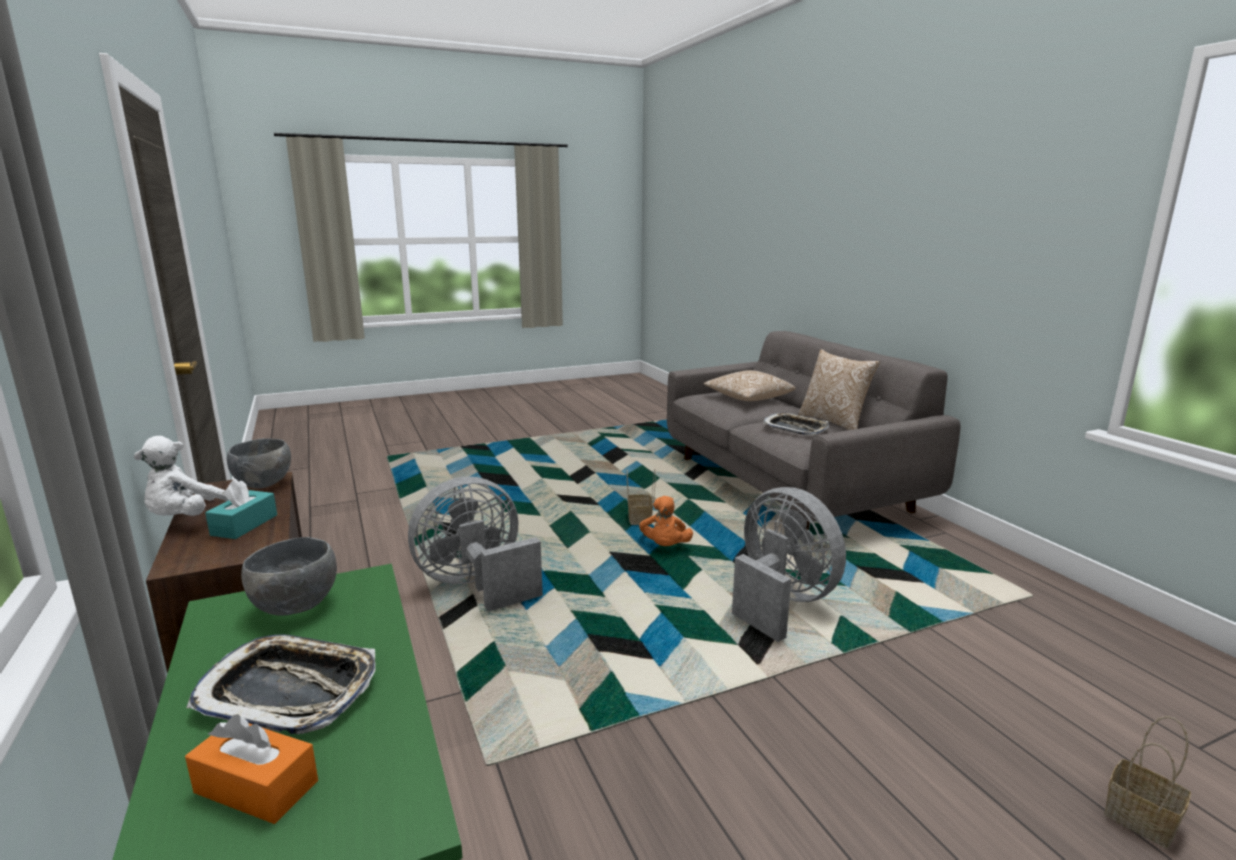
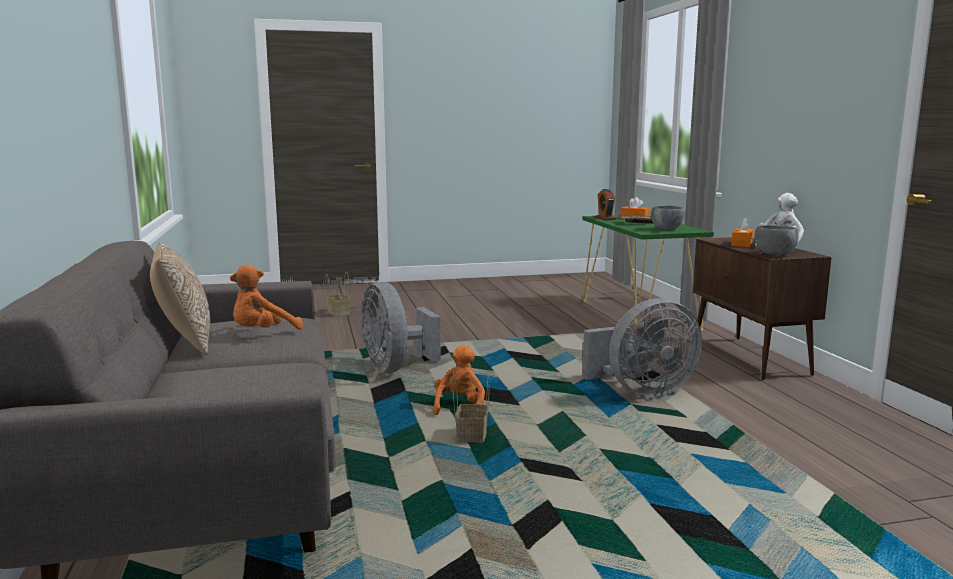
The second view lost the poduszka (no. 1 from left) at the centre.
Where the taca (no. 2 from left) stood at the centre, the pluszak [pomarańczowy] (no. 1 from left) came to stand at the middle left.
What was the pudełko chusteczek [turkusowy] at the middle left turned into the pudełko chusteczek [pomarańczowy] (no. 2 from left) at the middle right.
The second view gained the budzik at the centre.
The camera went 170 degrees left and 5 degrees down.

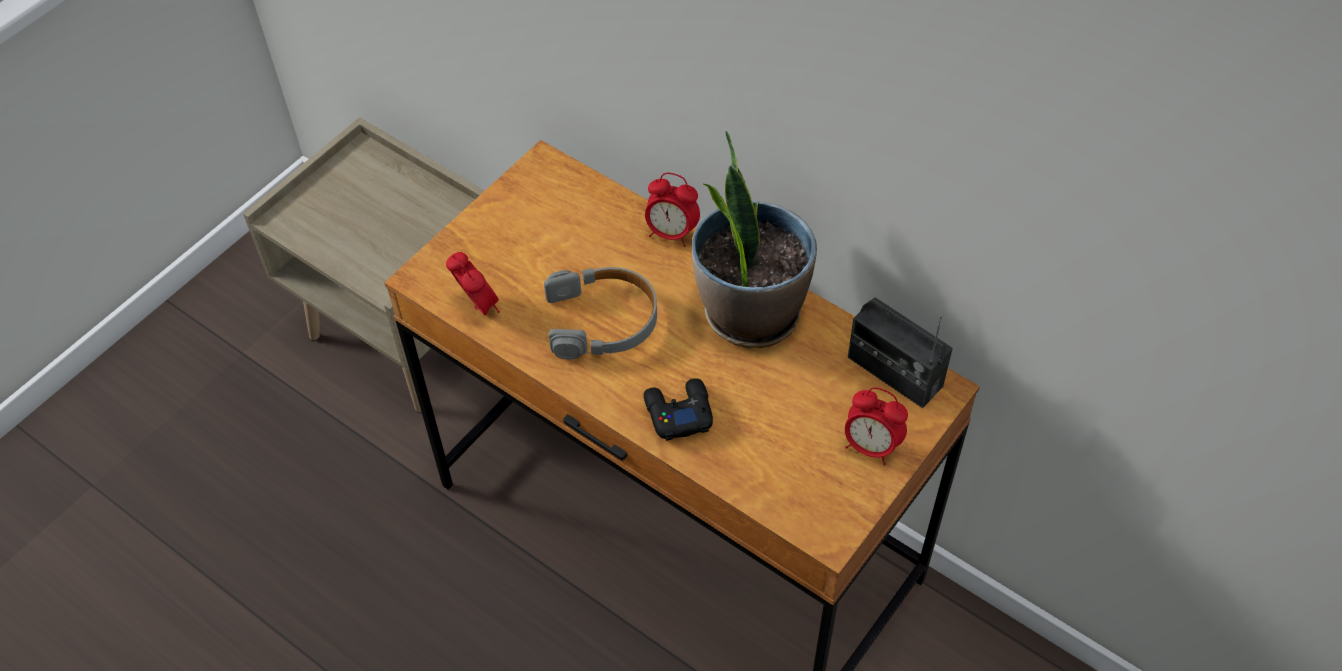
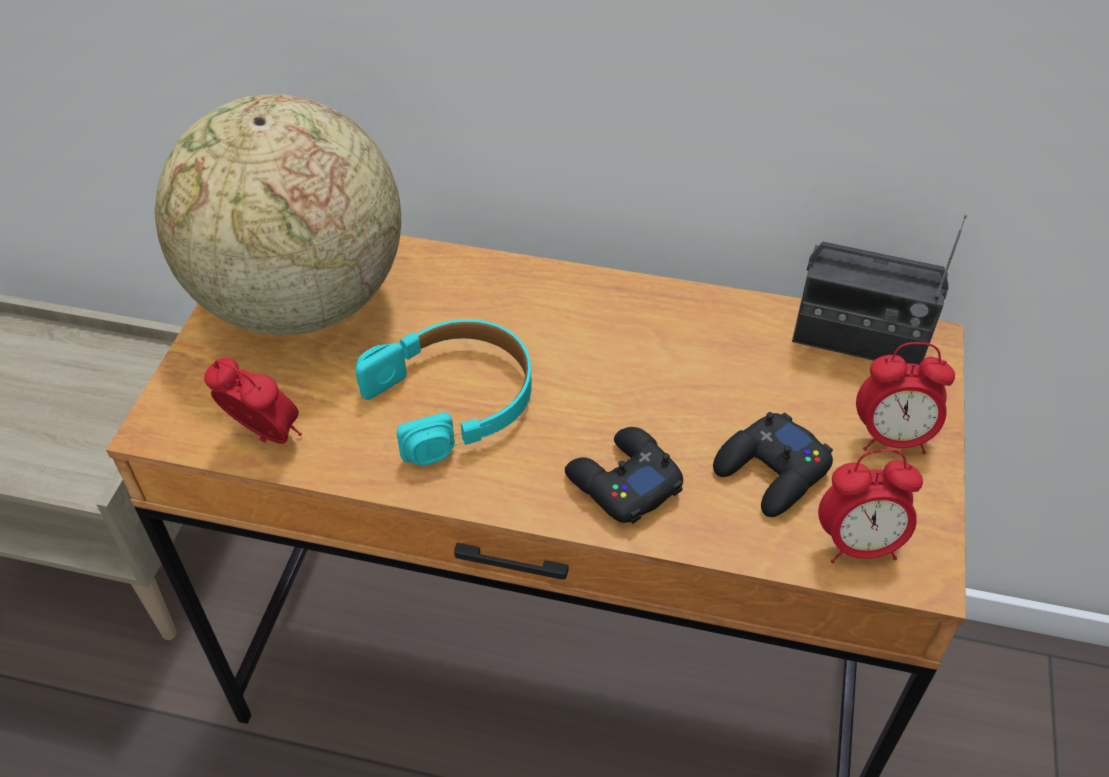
The second view lost the roślina doniczkowa at the centre.
The budzik (no. 2 from left) ended up elsewhere, having gone from the top centre to the middle right.
What was the słuchawki [szary] at the centre turned into the słuchawki [turkusowy] at the centre.
The second view gained the globus at the top left.
The second view gained the pad do gier [czarny] (no. 2 from left) at the middle right.
The camera went 25 degrees left and 5 degrees down.

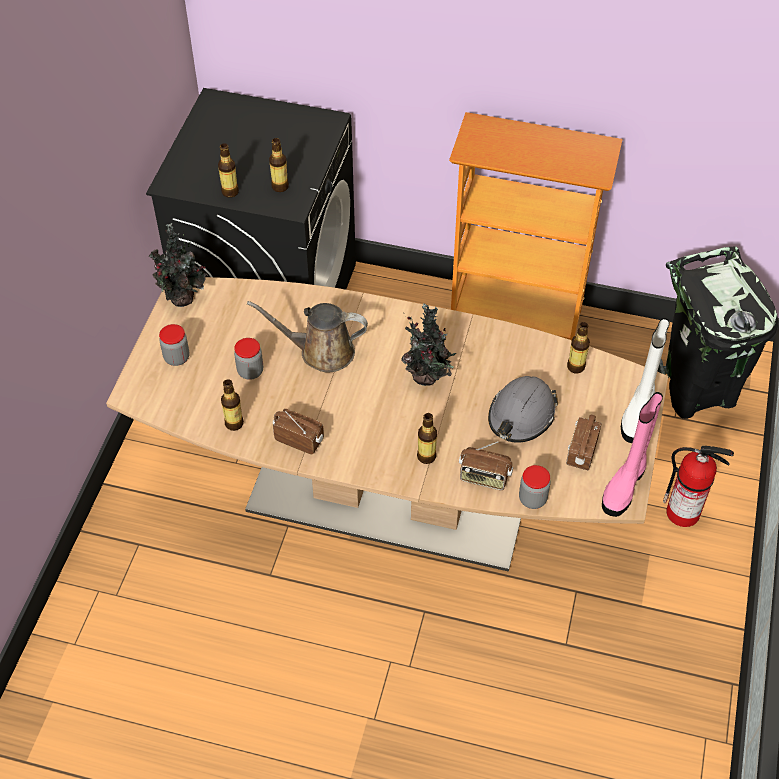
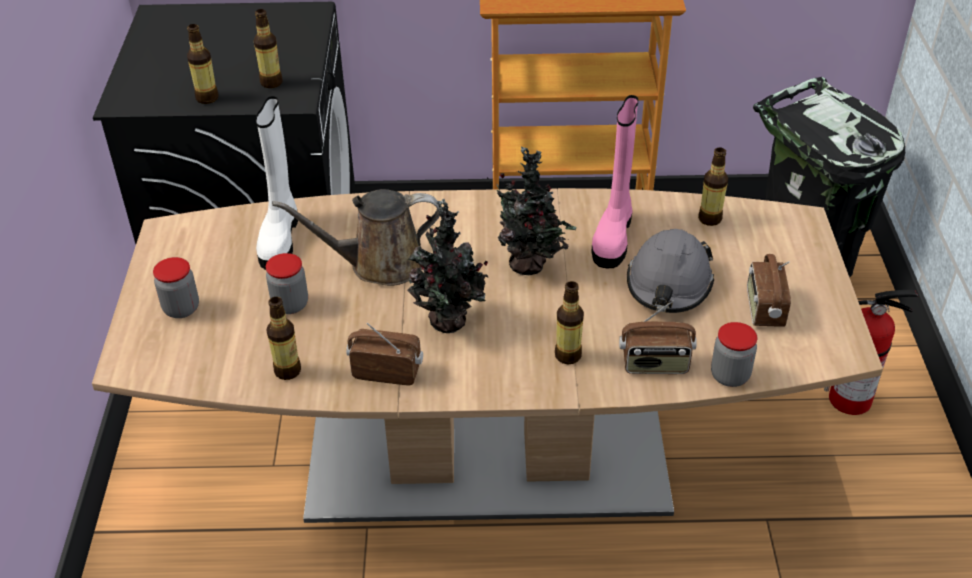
The roślina doniczkowa (no. 1 from left) ended up elsewhere, having gone from the middle left to the centre.
The but z cholewką [biały] ended up elsewhere, having gone from the middle right to the top left.
The but z cholewką [różowy] ended up elsewhere, having gone from the middle right to the top centre.
The camera went 15 degrees left and 10 degrees down.

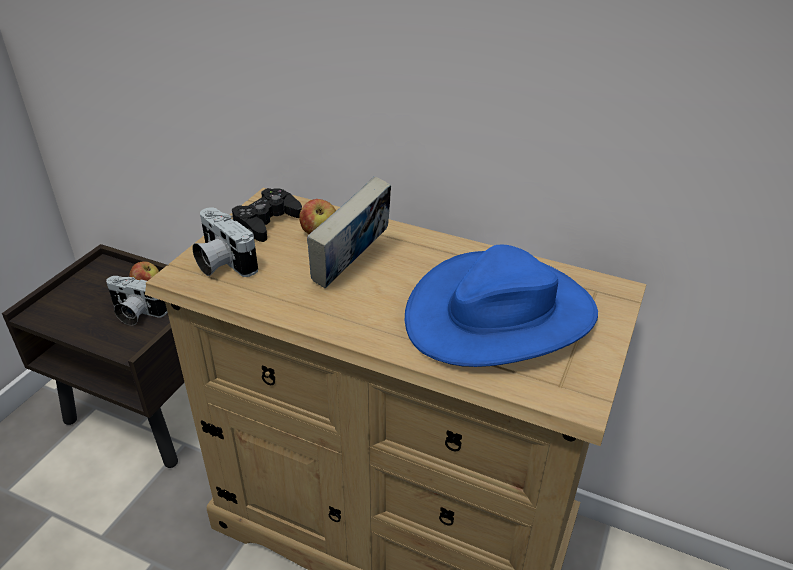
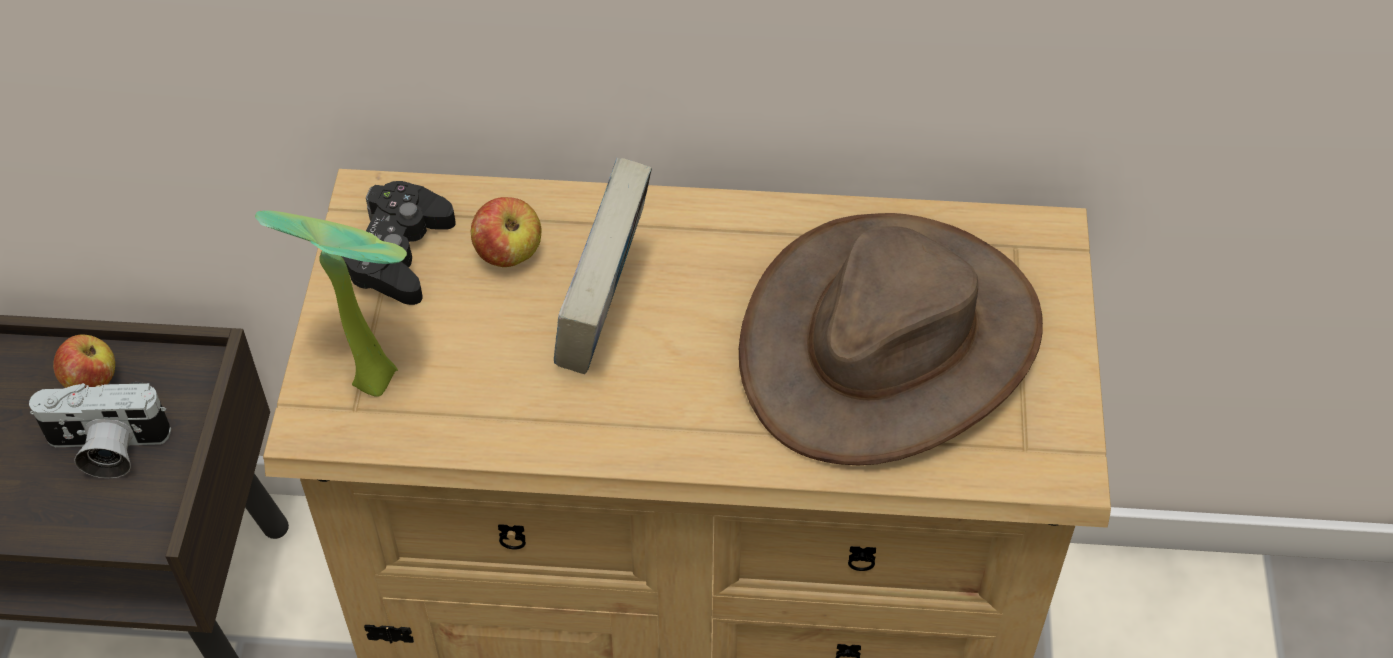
Where the aparat fotograficzny (no. 2 from left) stood at the middle left, the roślina doniczkowa came to stand at the middle left.
What was the kapelusz [niebieski] at the centre turned into the kapelusz [brązowy] at the centre.
The camera went 20 degrees left and 15 degrees up.

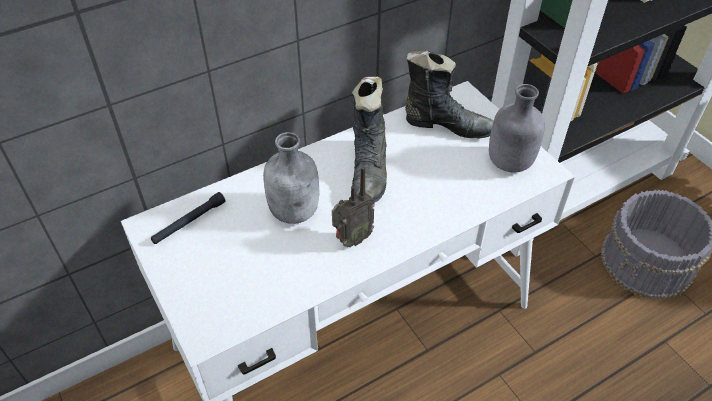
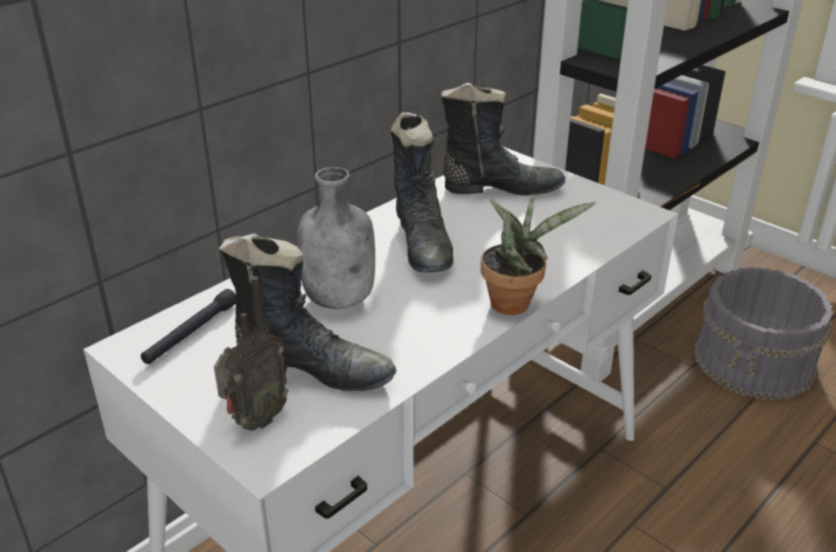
The second view lost the butelka [szary] (no. 2 from left) at the top right.
The radio ended up elsewhere, having gone from the centre to the middle left.
The second view gained the roślina doniczkowa at the centre.
The second view gained the but z cholewką [czarny] (no. 1 from left) at the centre.
The camera went 15 degrees left and 15 degrees down.

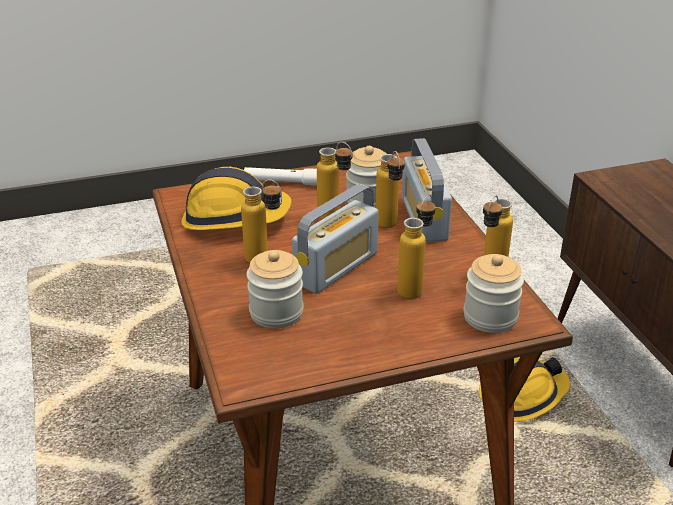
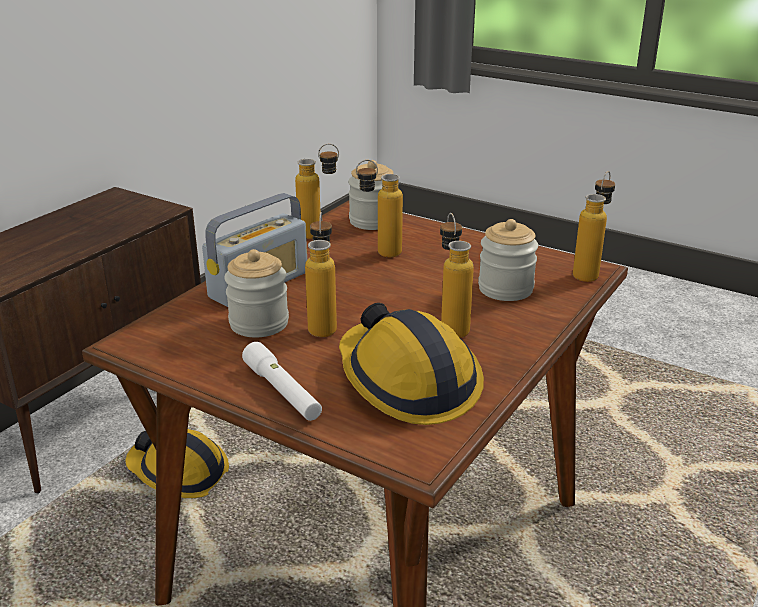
The butelka (no. 3 from left in the first image) ended up elsewhere, having gone from the centre to the middle right.
The second view lost the radio (no. 1 from left) at the centre.
The camera went 130 degrees left and 5 degrees down.

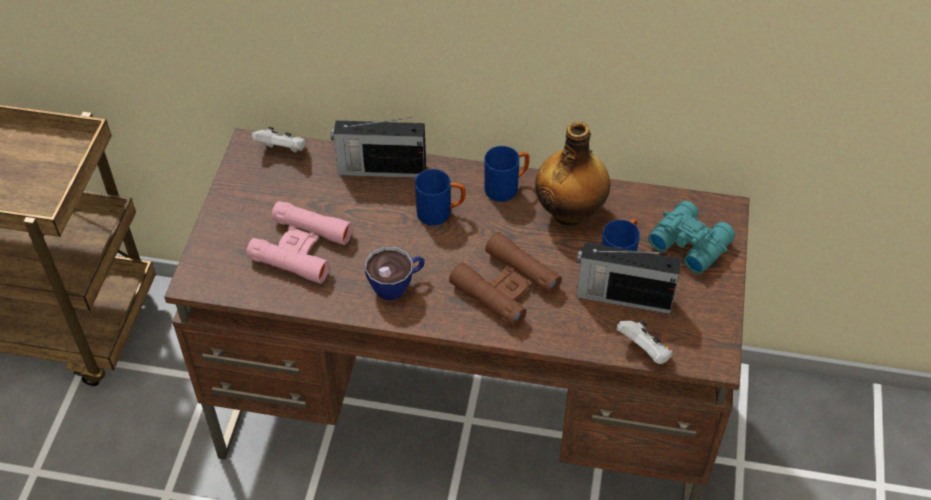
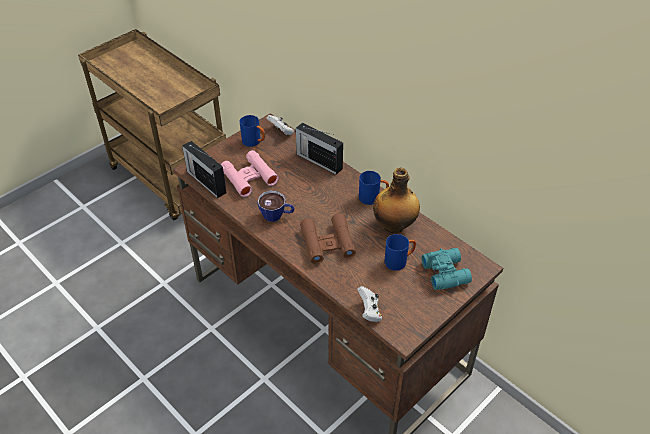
The kubek [niebieski] (no. 1 from left) ended up elsewhere, having gone from the centre to the top centre.
The radio (no. 2 from left in the first image) ended up elsewhere, having gone from the middle right to the middle left.
The camera went 35 degrees right and 5 degrees down.

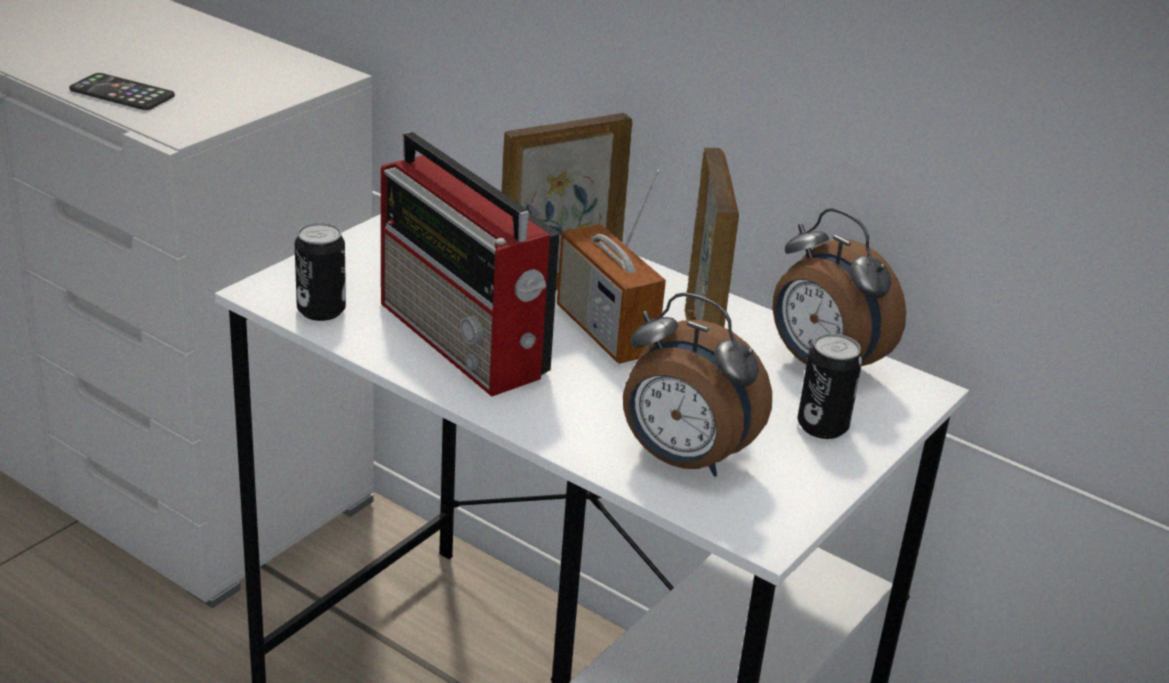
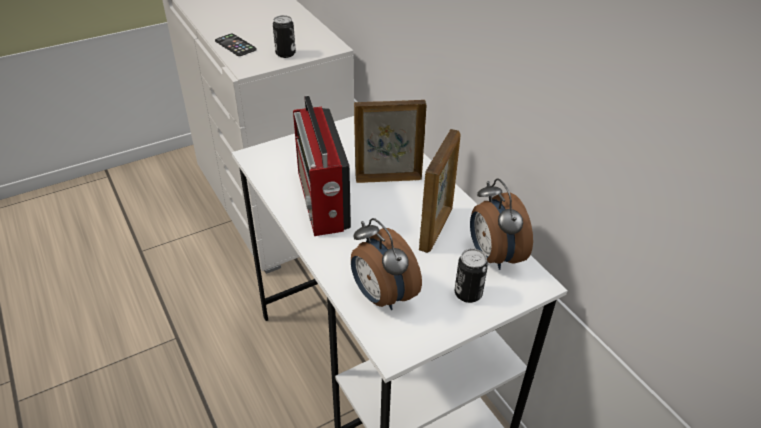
The second view lost the radio (no. 2 from left) at the centre.
The puszka (no. 1 from left) ended up elsewhere, having gone from the middle left to the top centre.
The camera went 25 degrees right and 10 degrees up.

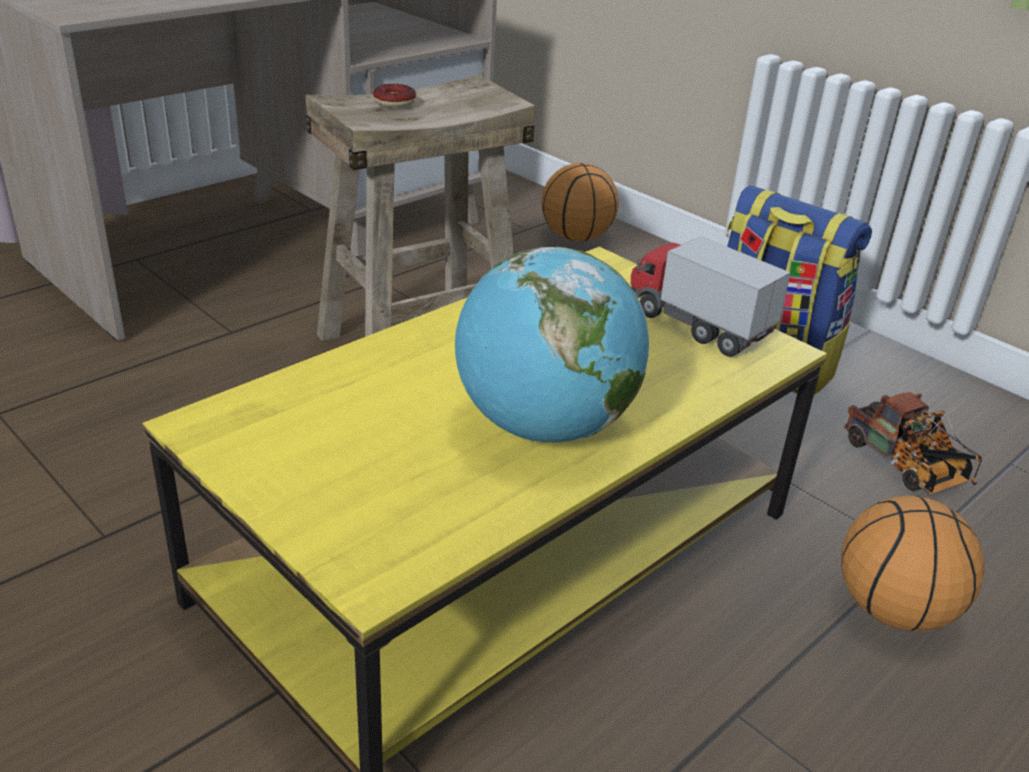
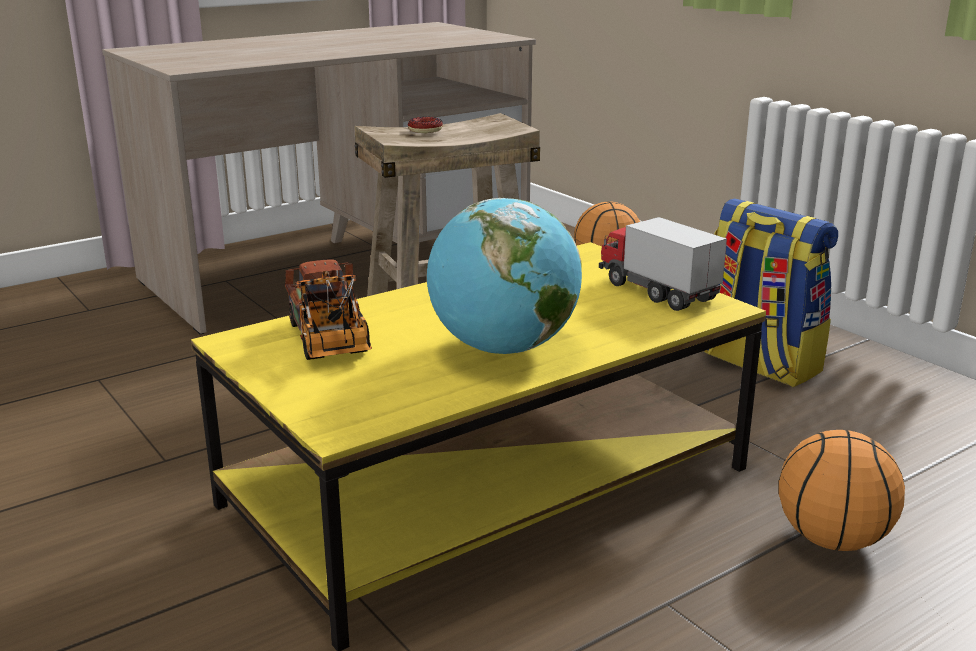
The ciężarówka zabawkowa (no. 2 from left in the first image) ended up elsewhere, having gone from the middle right to the centre.
The camera went 10 degrees right and 10 degrees down.

